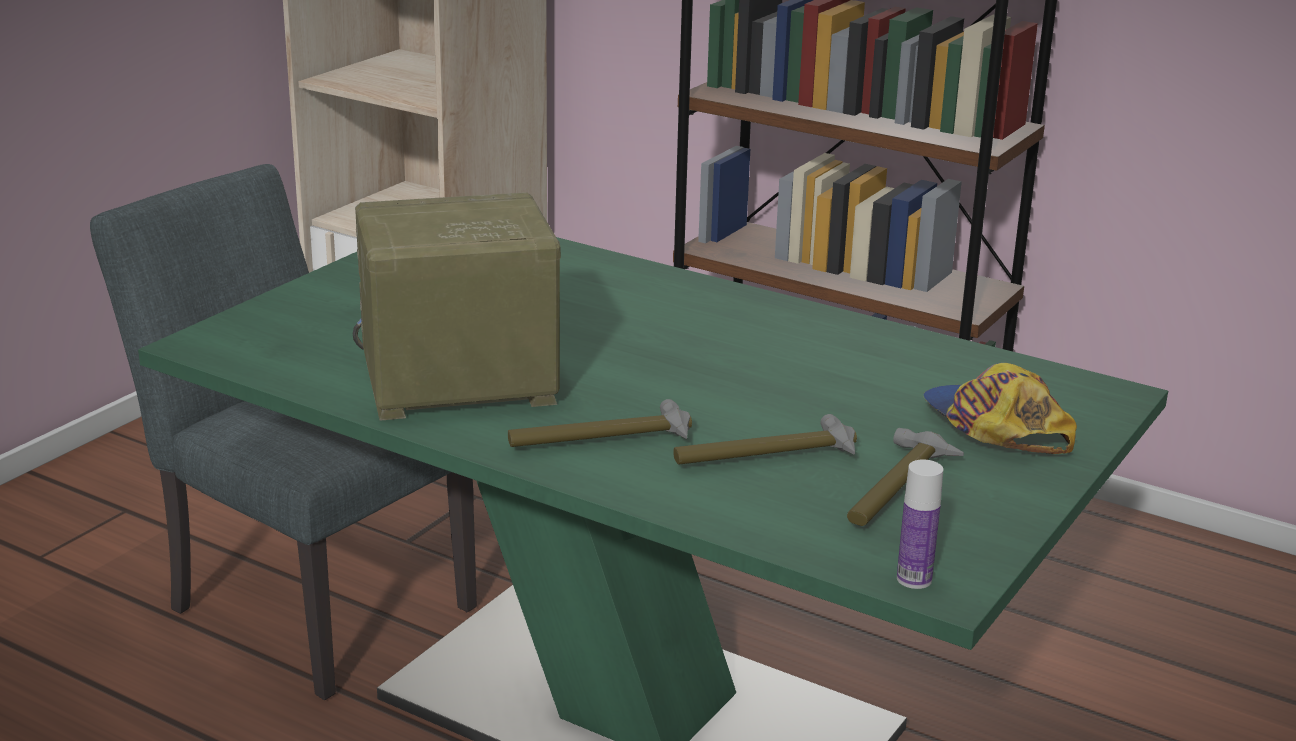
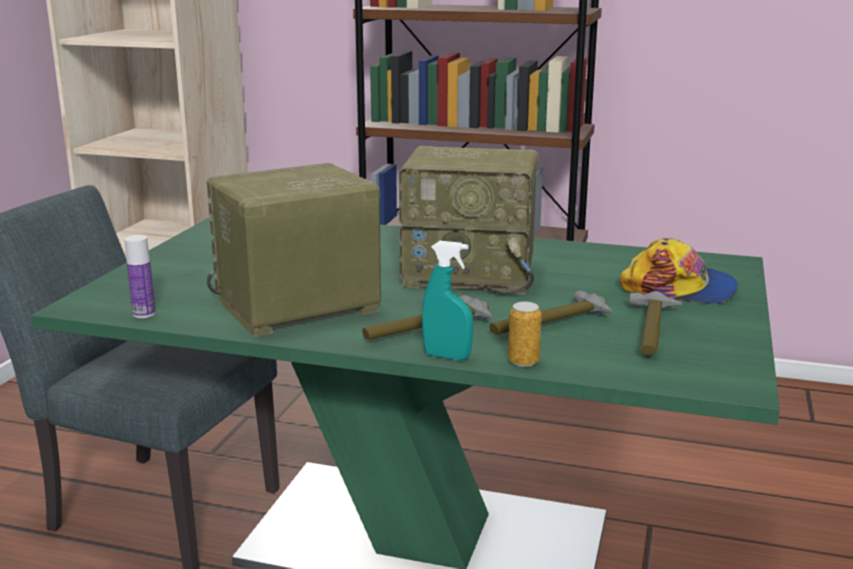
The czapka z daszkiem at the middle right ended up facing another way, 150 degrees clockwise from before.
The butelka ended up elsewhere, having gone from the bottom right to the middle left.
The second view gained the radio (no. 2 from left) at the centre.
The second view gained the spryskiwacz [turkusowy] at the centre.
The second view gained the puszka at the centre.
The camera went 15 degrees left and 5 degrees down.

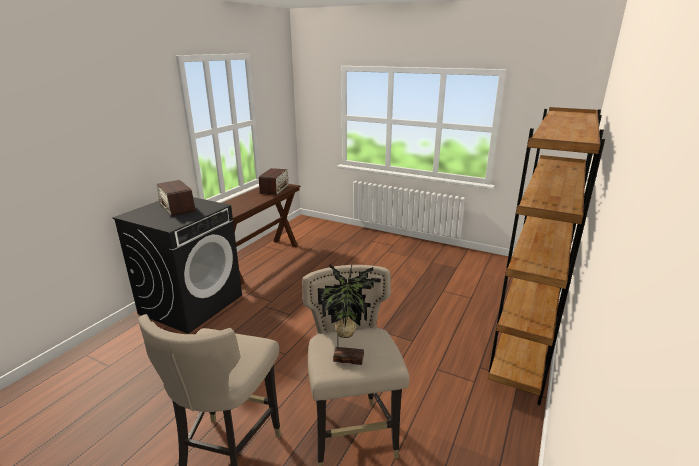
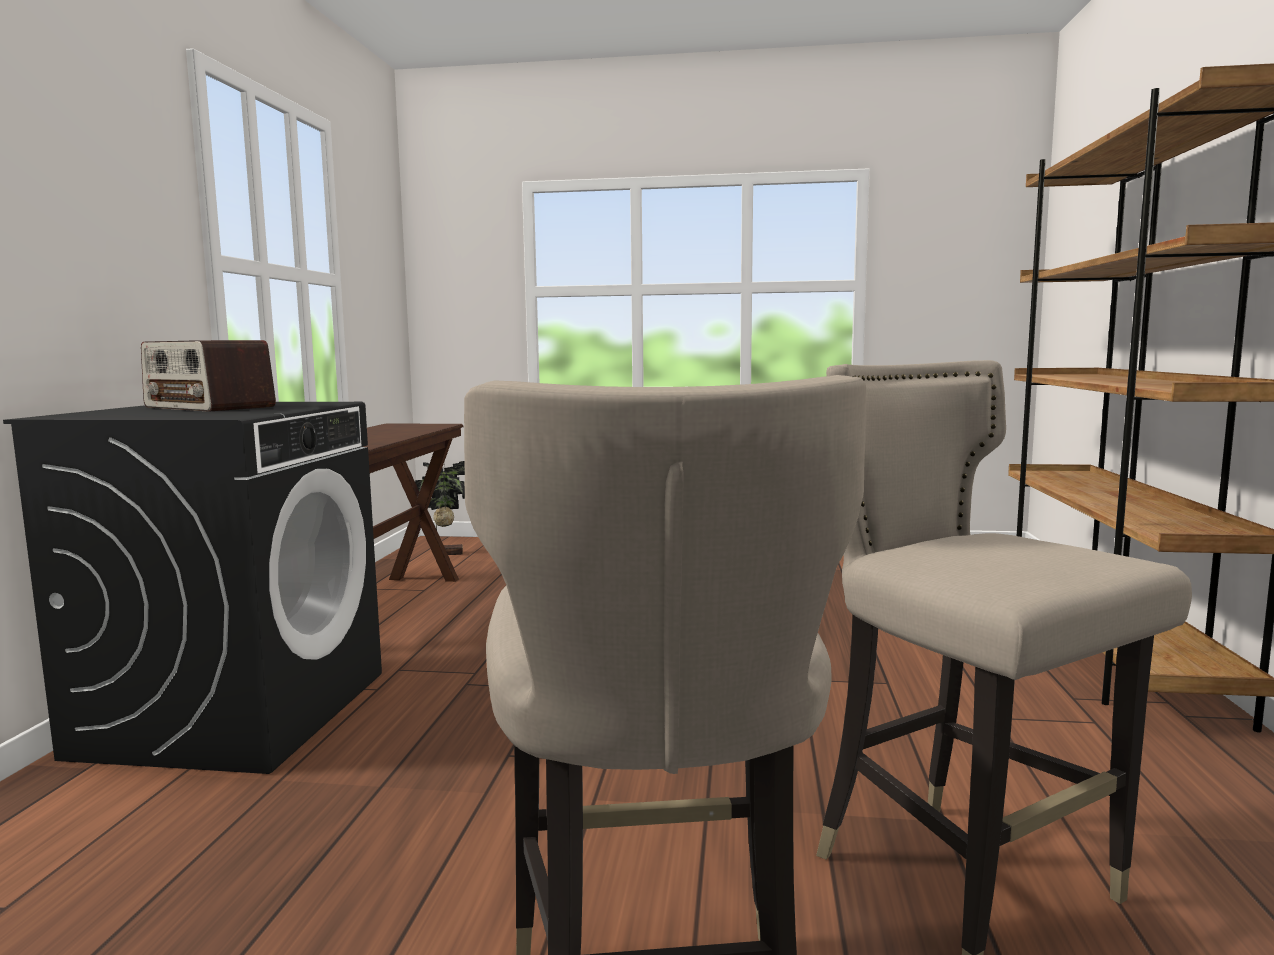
The second view lost the radio (no. 2 from left) at the centre.
The roślina doniczkowa ended up elsewhere, having gone from the bottom centre to the centre.
The camera went 20 degrees left and 15 degrees down.

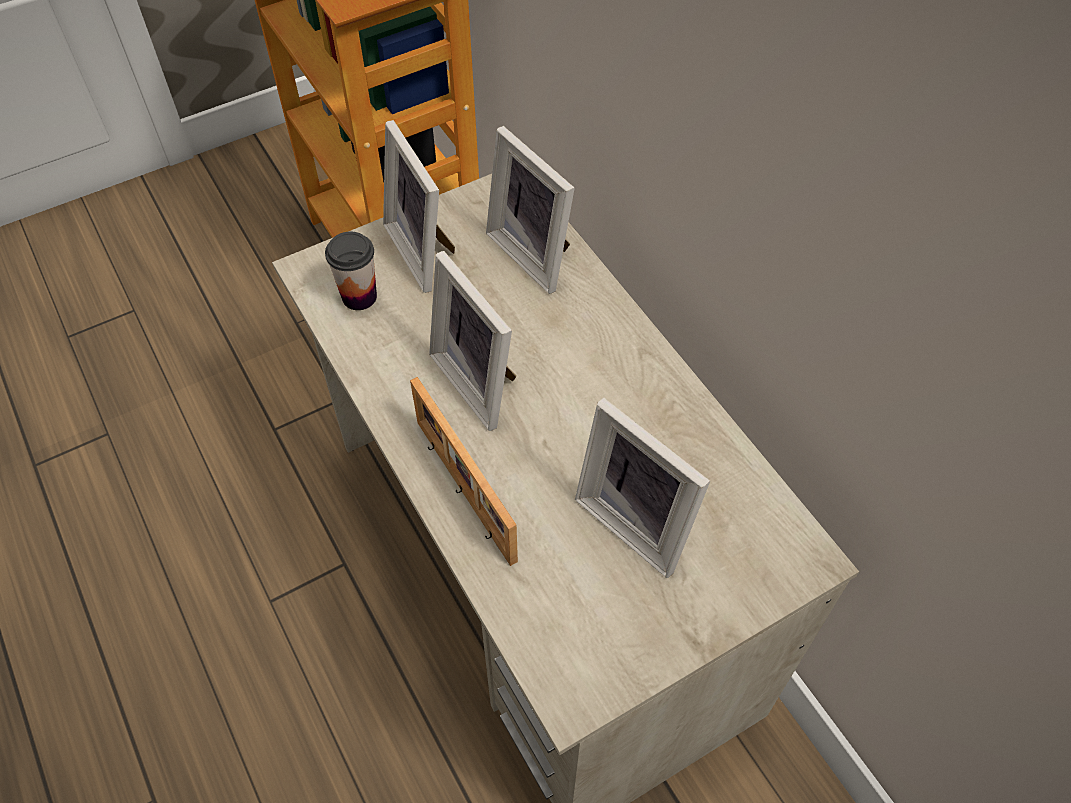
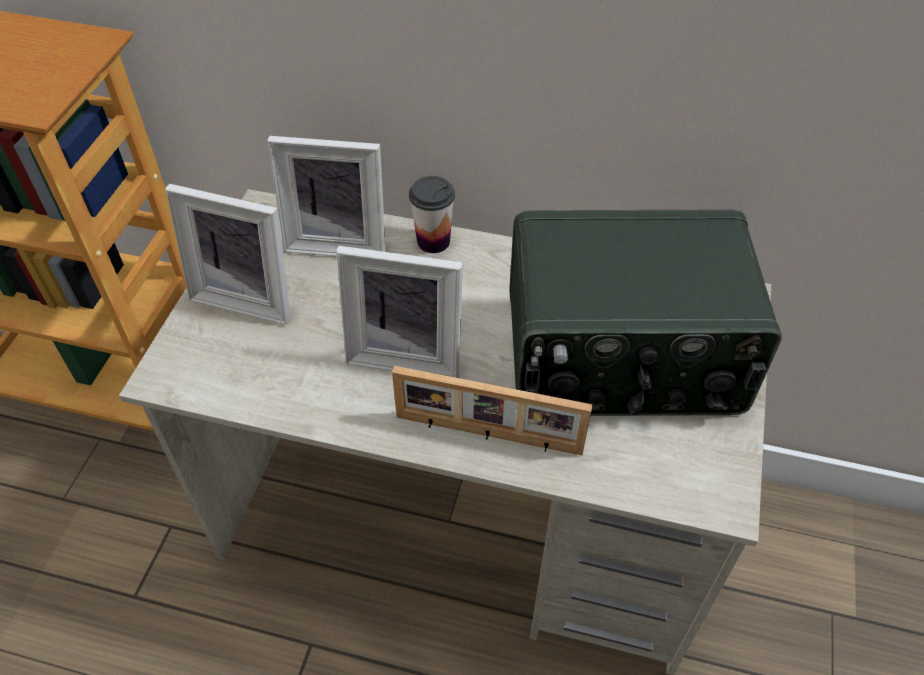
The filiżanka ended up elsewhere, having gone from the middle left to the top centre.
Where the ramka na zdjęcie (no. 5 from left) stood at the centre, the radio came to stand at the middle right.
The camera went 45 degrees left and 5 degrees down.

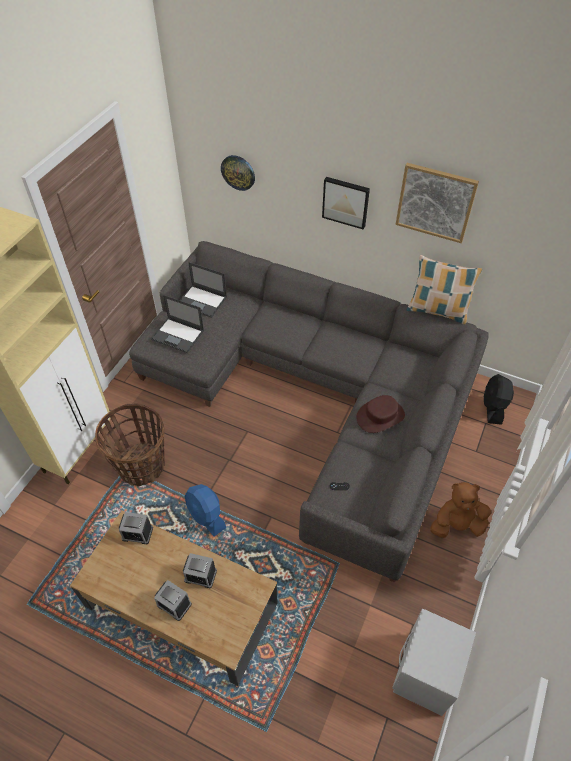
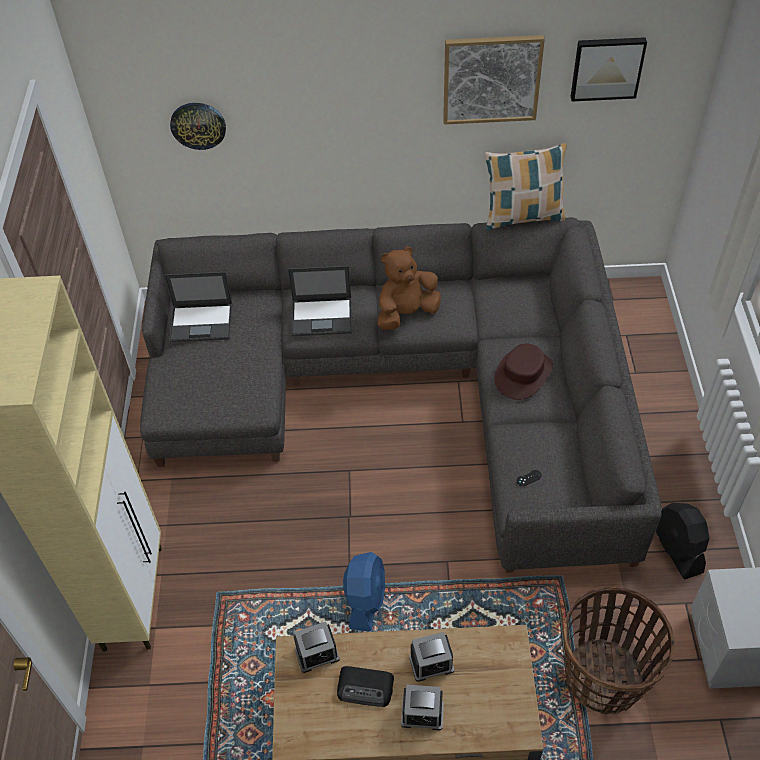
The obraz (no. 1 from left in the first image) ended up elsewhere, having gone from the top centre to the top right.
The laptop (no. 1 from left in the first image) ended up elsewhere, having gone from the middle left to the centre.
The wentylator [czarny] ended up elsewhere, having gone from the middle right to the bottom right.
The koszyk ended up elsewhere, having gone from the middle left to the bottom right.
The pluszak [brązowy] ended up elsewhere, having gone from the bottom right to the centre.
The wentylator [niebieski] at the bottom centre ended up facing another way, 105 degrees counterclockwise from before.
The second view gained the radio at the bottom centre.
The camera went 25 degrees left and 0 degrees up.

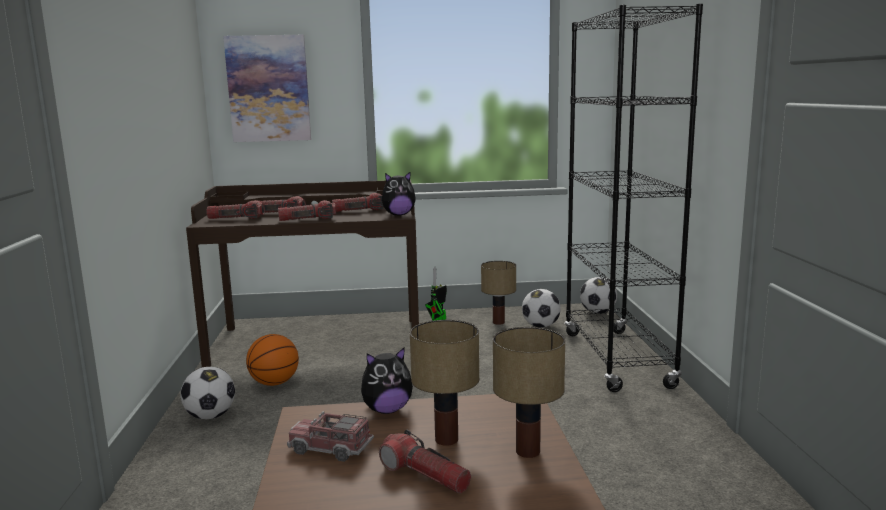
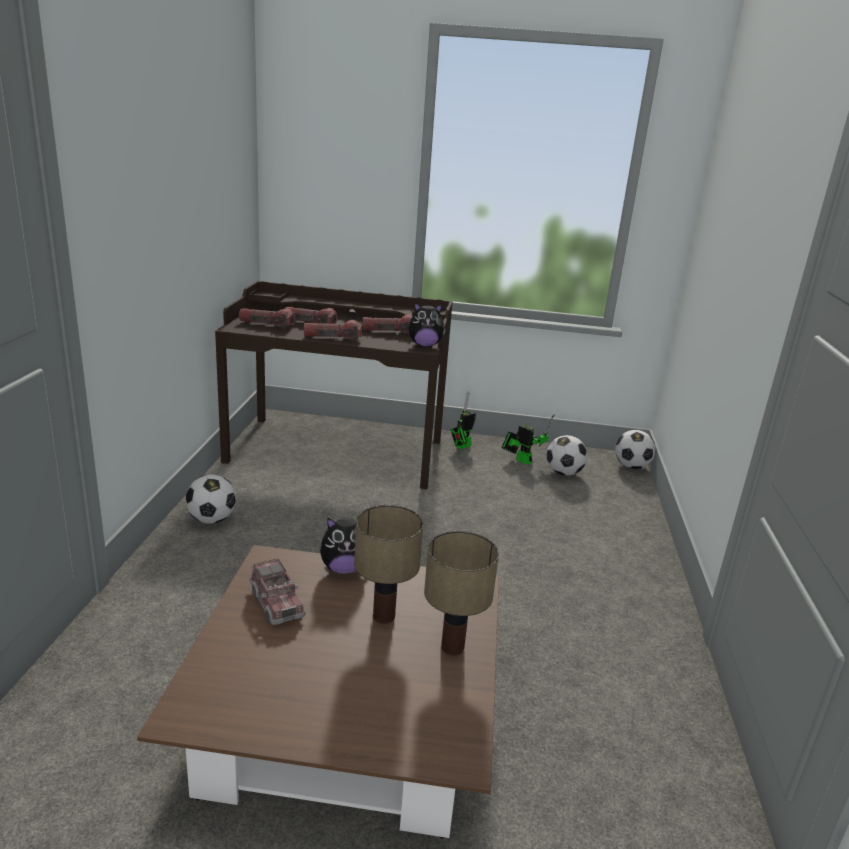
The second view lost the regał [czarny] at the middle right.
The second view lost the obraz at the top left.
Where the lampa stołowa (no. 2 from left) stood at the centre, the robot zabawkowy (no. 2 from left) came to stand at the centre.
The second view lost the piłka do koszykówki at the bottom left.
The ciężarówka zabawkowa at the bottom centre ended up facing another way, 150 degrees counterclockwise from before.
The second view lost the latarka (no. 5 from left) at the bottom centre.
The camera went 10 degrees right and 10 degrees up.

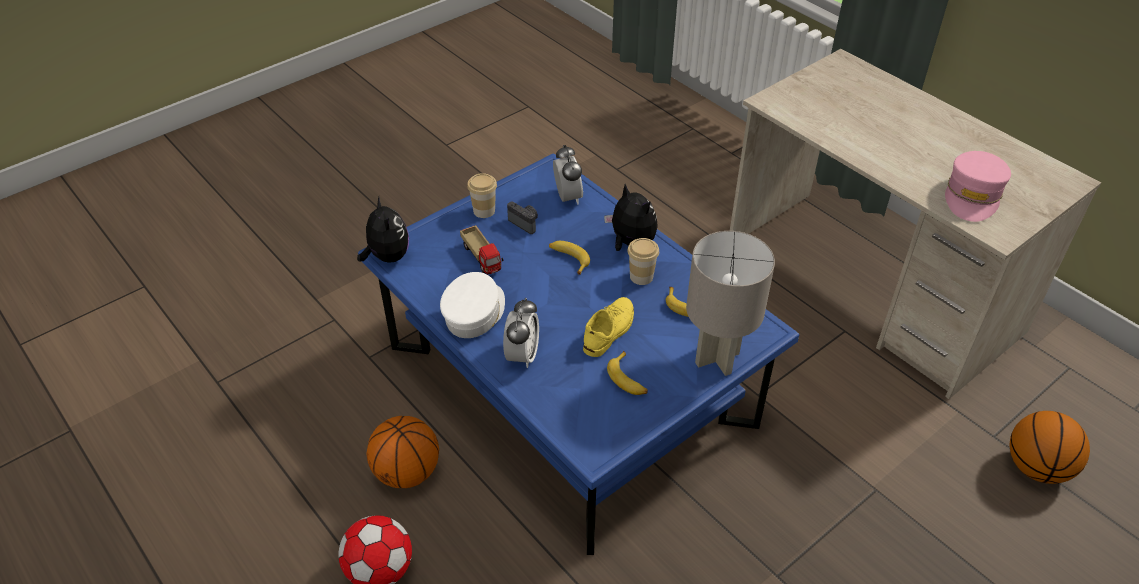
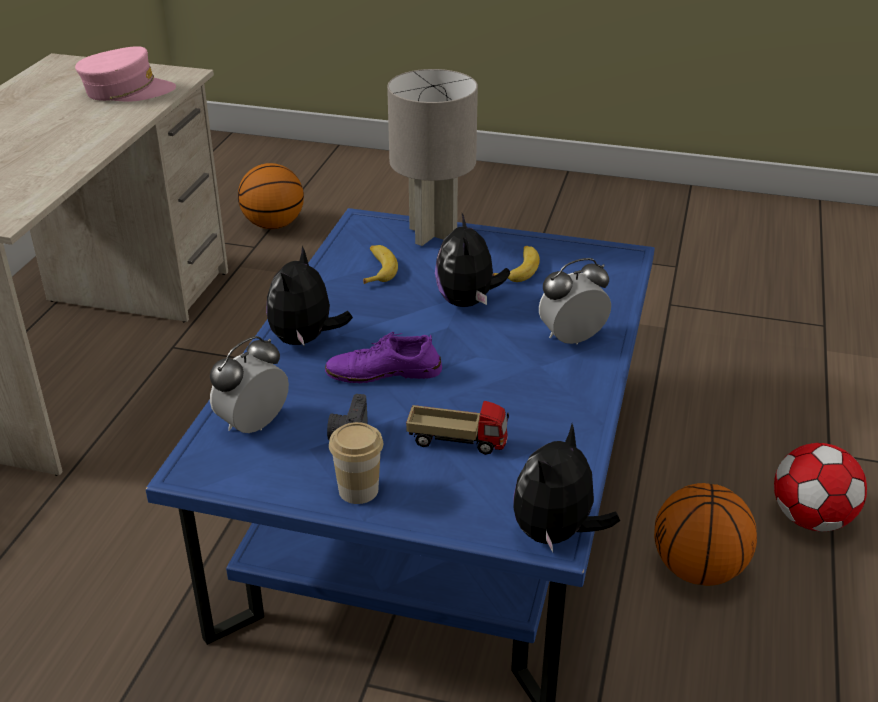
The ciężarówka zabawkowa at the centre ended up facing another way, 75 degrees clockwise from before.
The second view lost the filiżanka (no. 2 from left) at the centre.
Where the banan (no. 1 from left) stood at the centre, the but [fioletowy] came to stand at the centre.
The second view lost the czapka z daszkiem [biały] at the centre.
Where the but [żółty] stood at the centre, the pluszak (no. 2 from left) came to stand at the centre.
The camera went 125 degrees left and 10 degrees down.

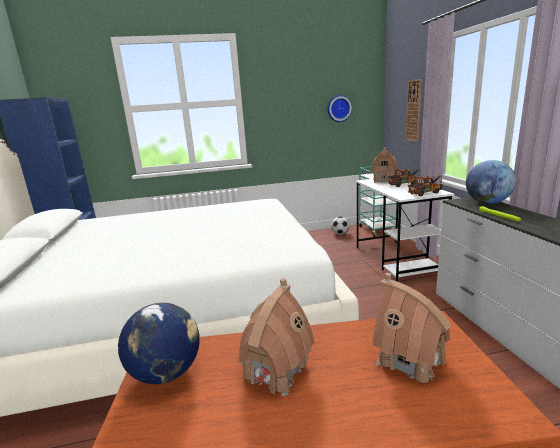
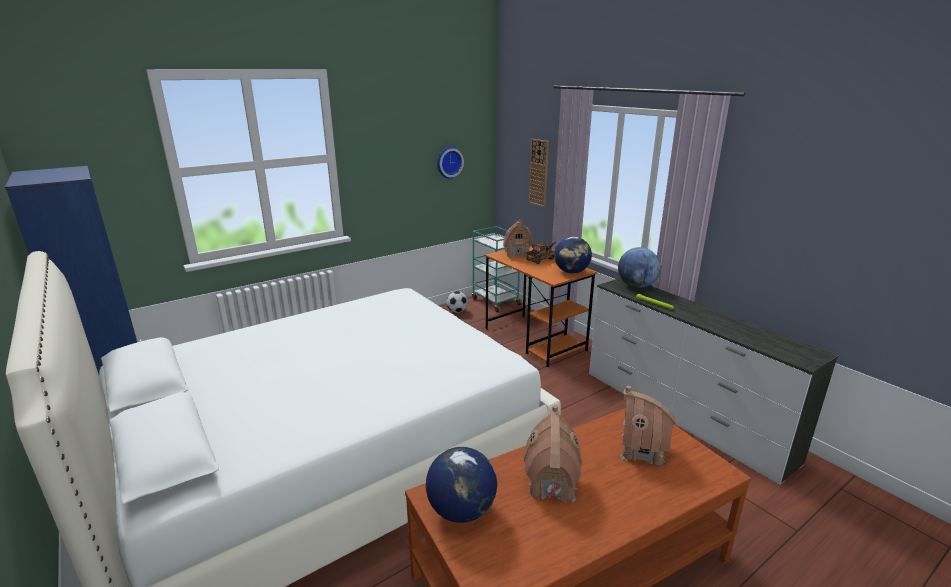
Where the ciężarówka zabawkowa (no. 2 from left) stood at the middle right, the globus (no. 2 from left) came to stand at the centre.
What was the biurko [biały] at the middle right turned into the biurko [pomarańczowy] at the centre.
The camera went 25 degrees left and 5 degrees up.

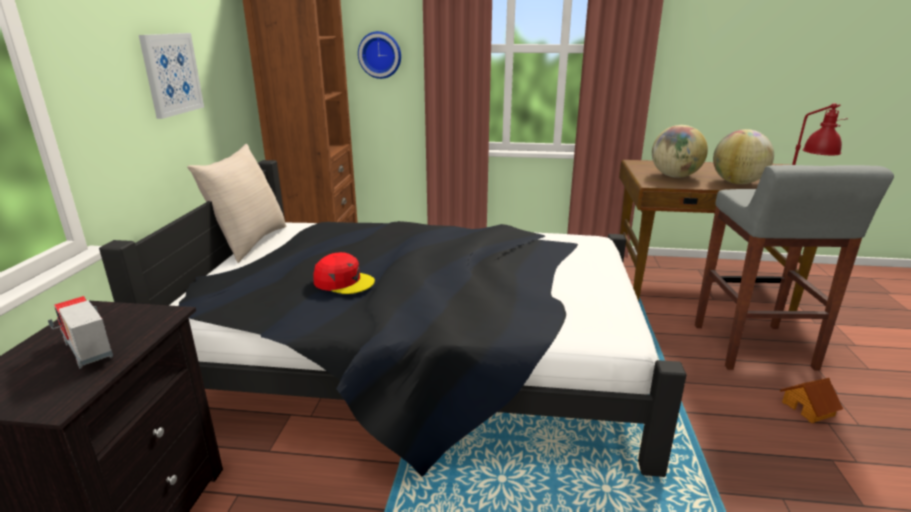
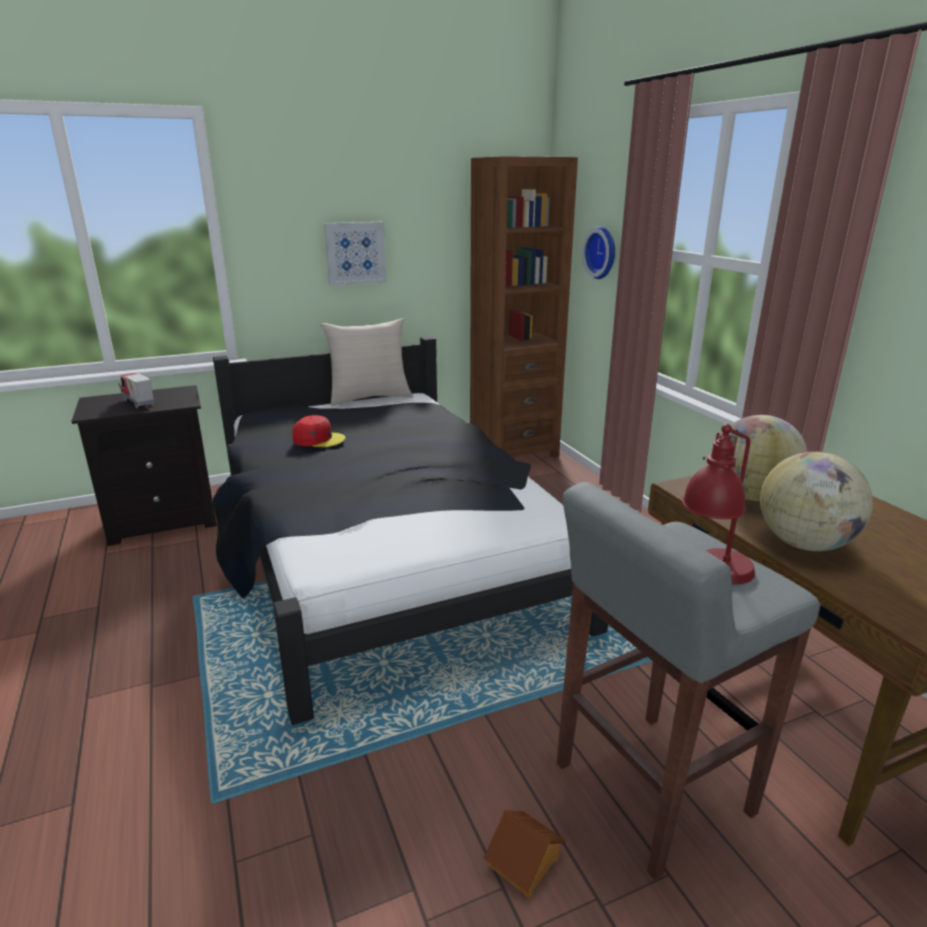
The czapka z daszkiem [czerwony] at the centre ended up facing another way, 75 degrees counterclockwise from before.
The ciężarówka zabawkowa at the middle left ended up facing another way, 60 degrees counterclockwise from before.
The camera went 60 degrees right and 0 degrees up.

